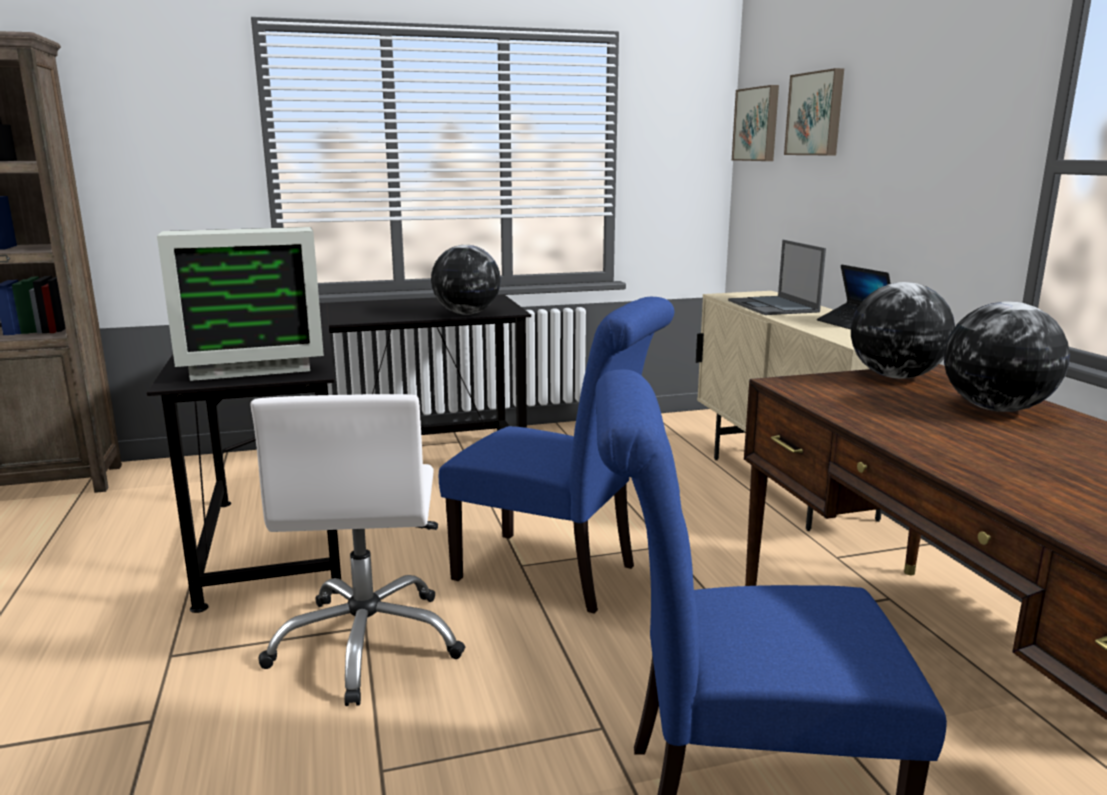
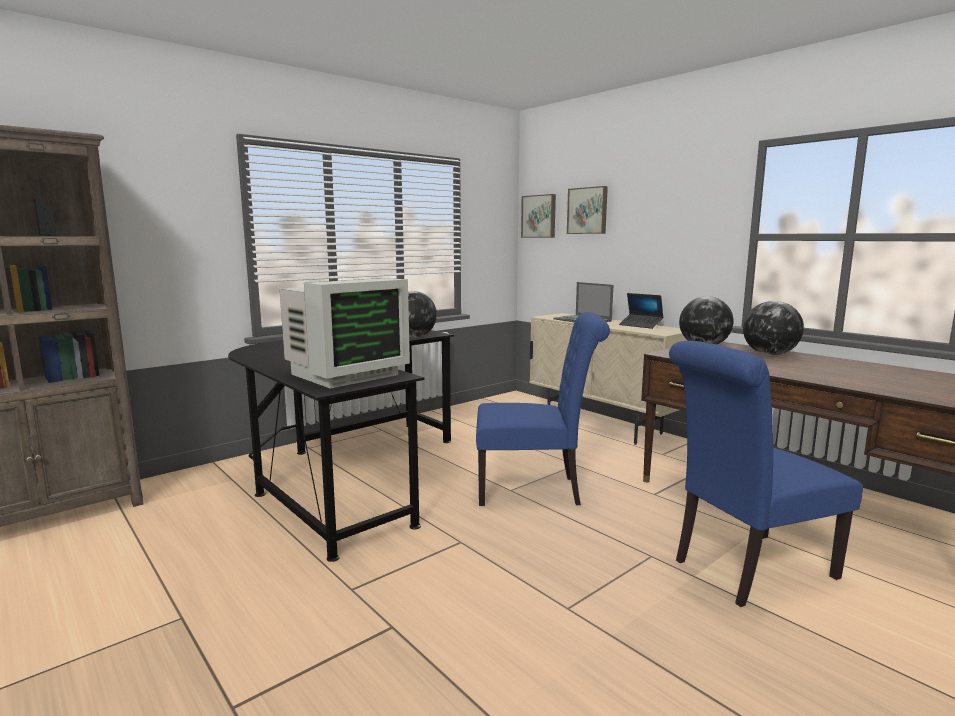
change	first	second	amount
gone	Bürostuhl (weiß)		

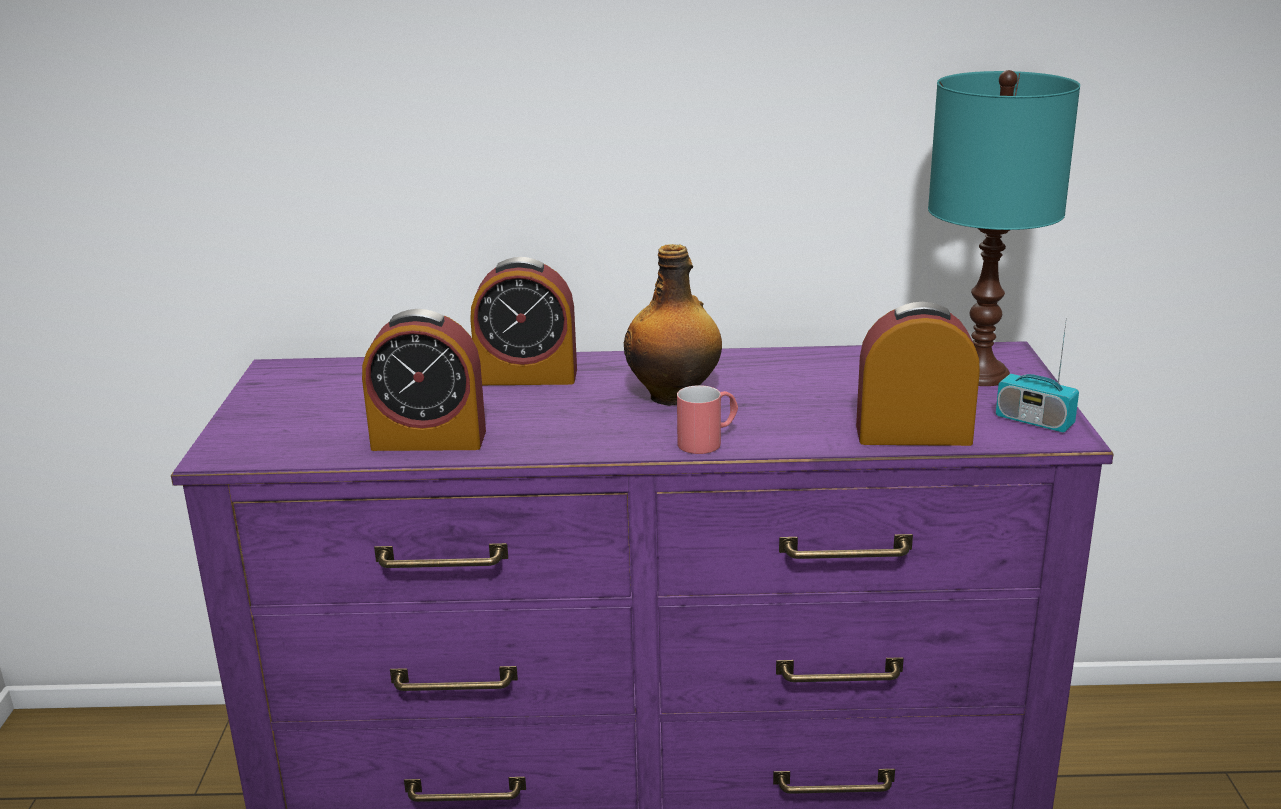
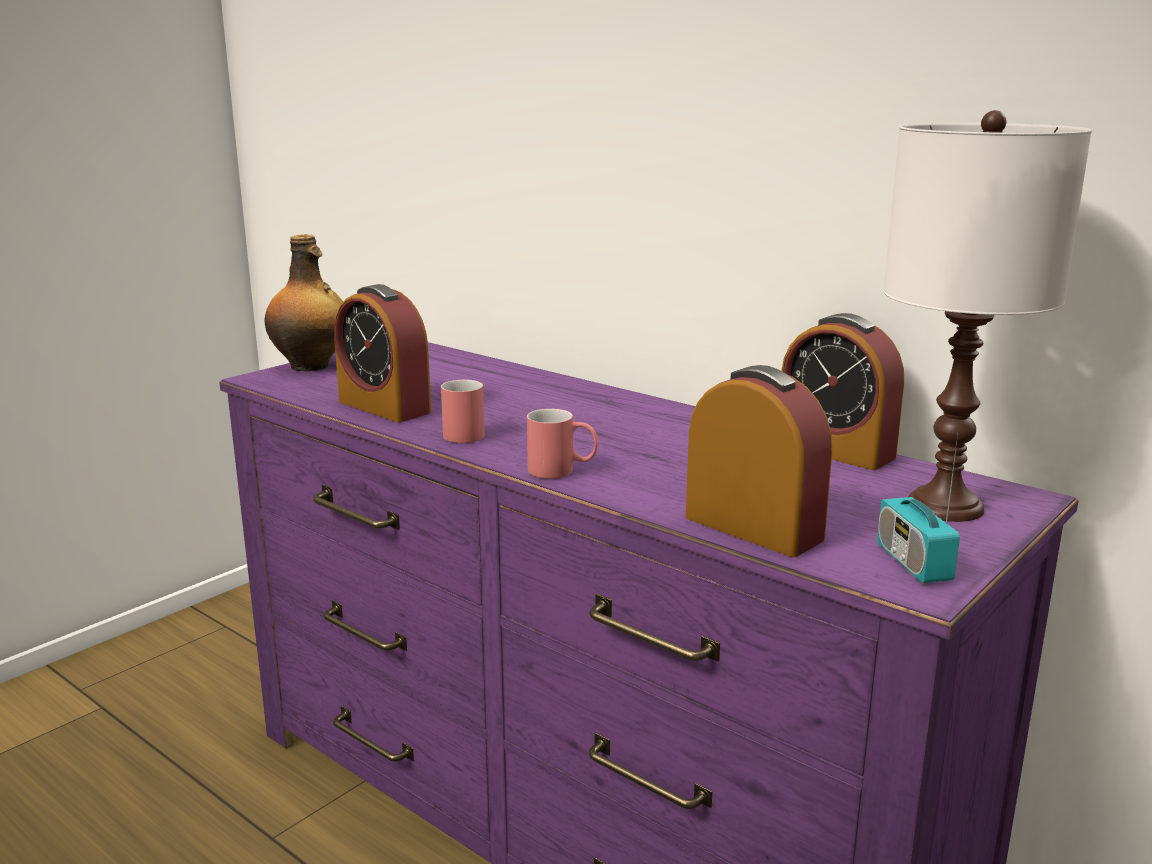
change	first	second	amount
shifted	Wecker (no. 2 from left in the first image)	Wecker (no. 3 from left)	
shifted	Flasche		
repainted	Tischlampe (türkis)	Tischlampe (weiß)	
new		Henkelbecher (rot) (no. 1 from left)	

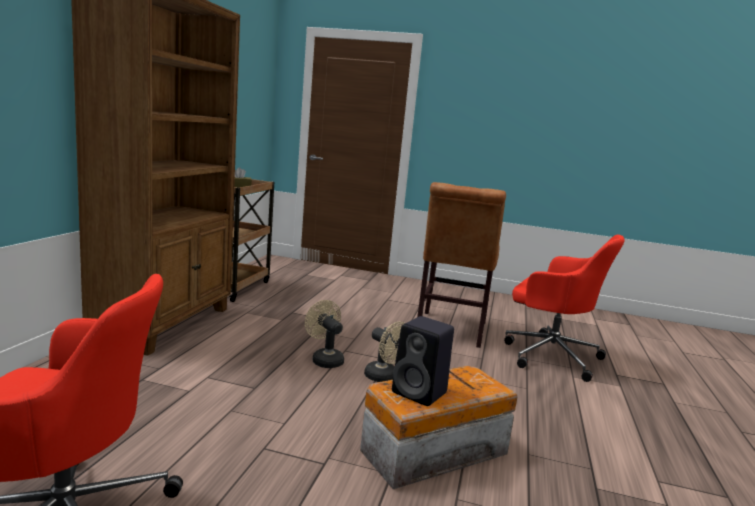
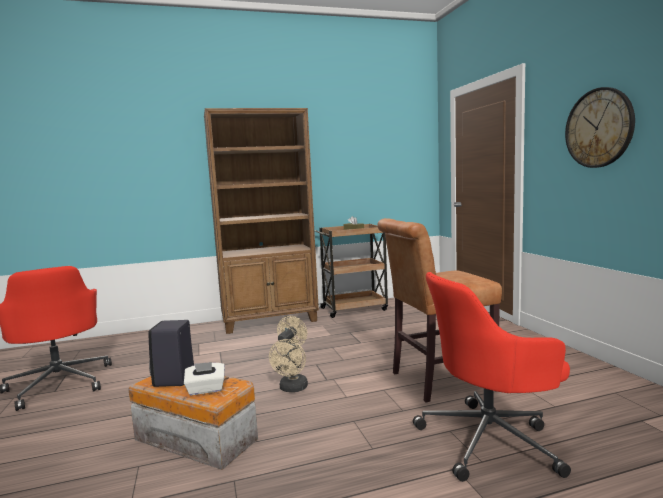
change	first	second	amount
rotated	Bürostuhl (rot) (no. 2 from left)		75 degrees clockwise
new		Taschentuchbox (weiß)	
new		Wanduhr	

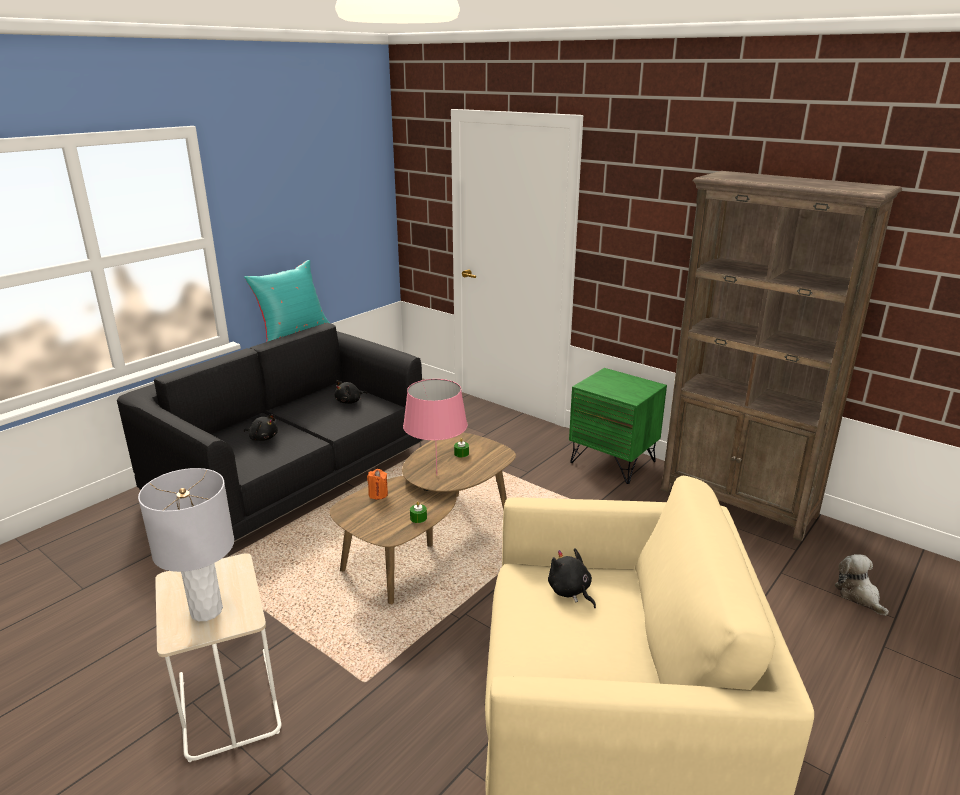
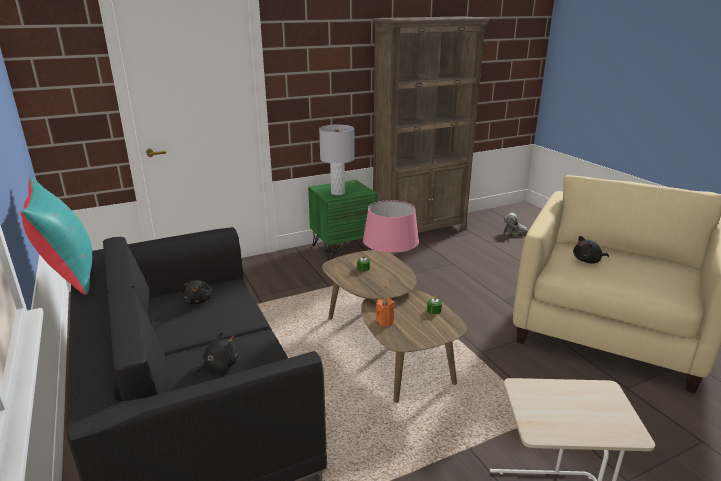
change	first	second	amount
shifted	Tischlampe (grau)		

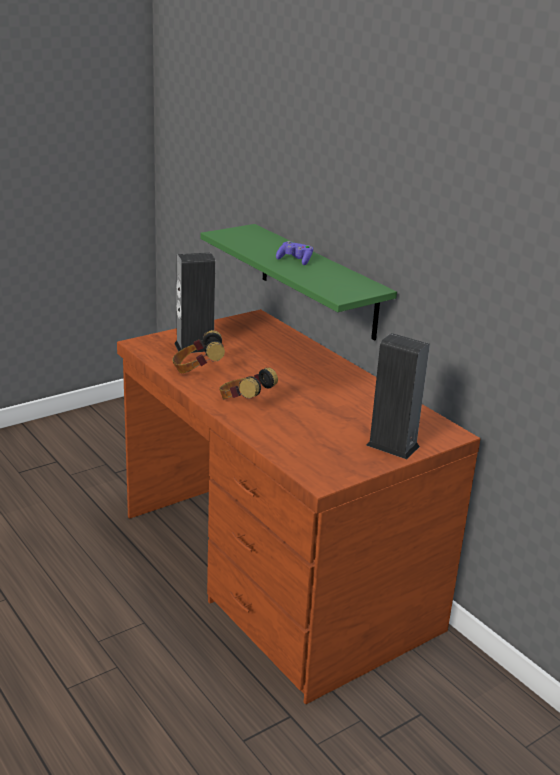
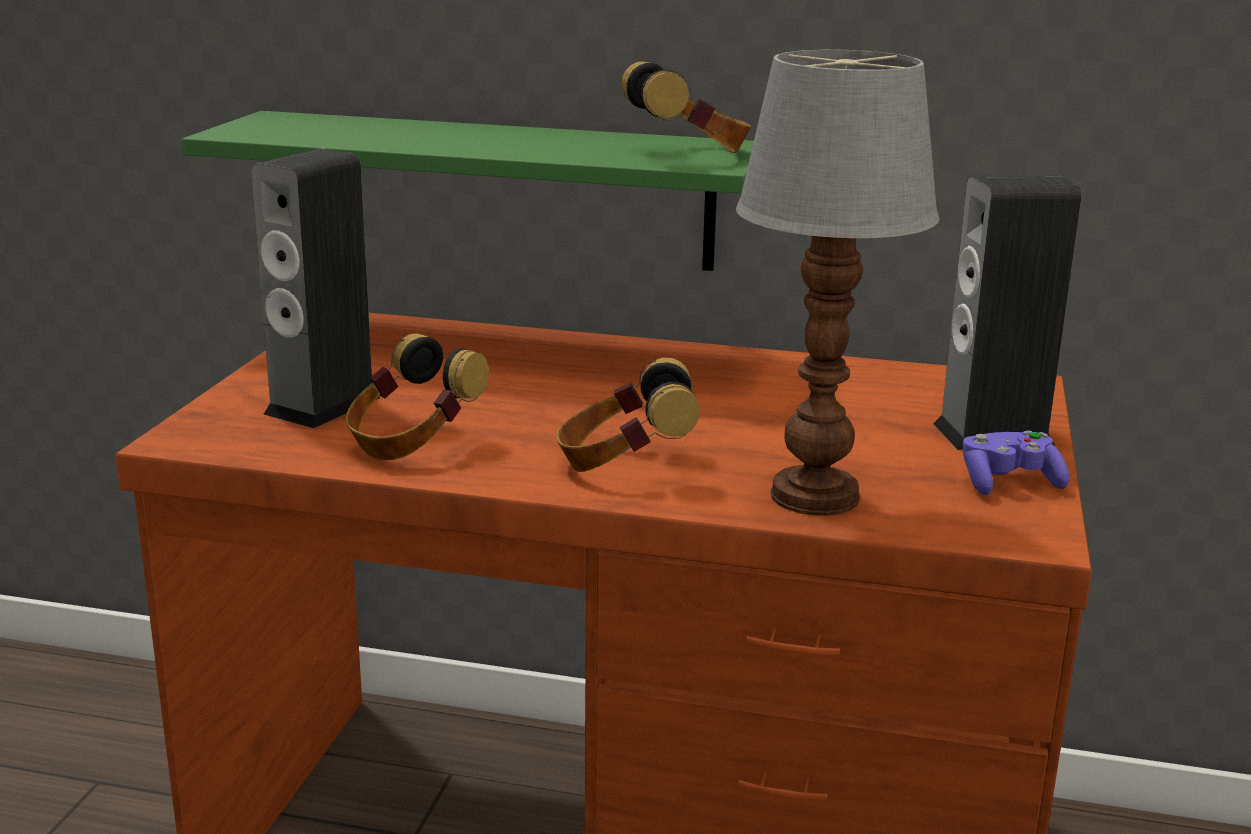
change	first	second	amount
shifted	Gamepad (lila)		
new		Kopfhörer (no. 3 from left)	
new		Tischlampe	

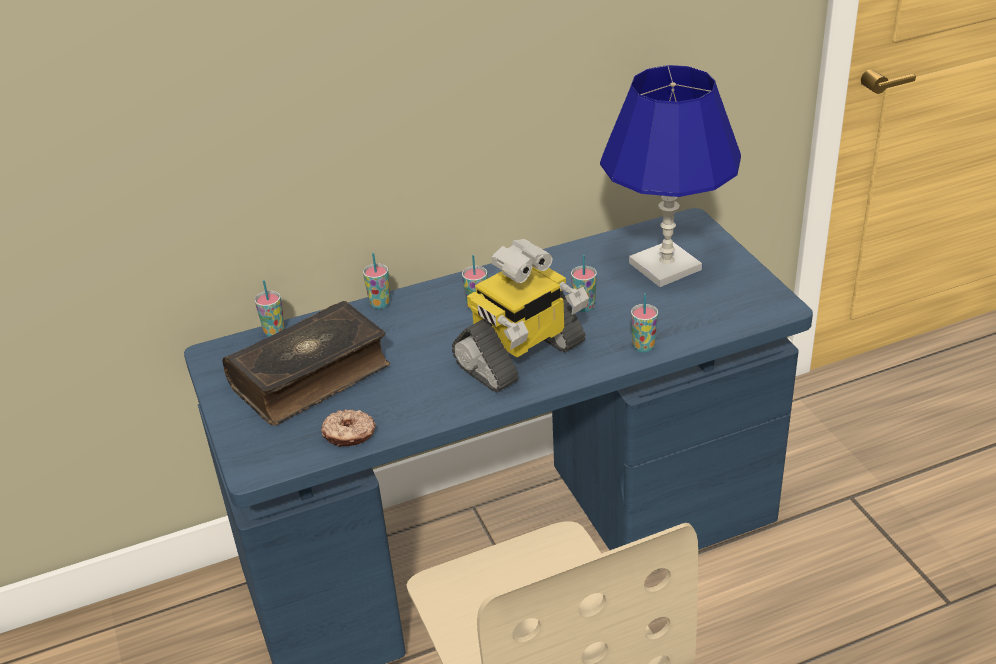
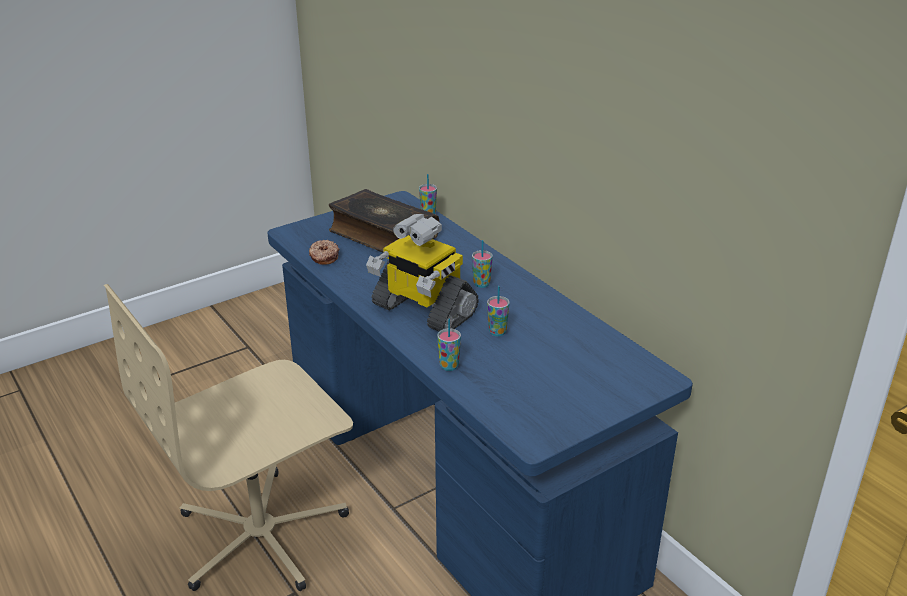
change	first	second	amount
gone	Tasse (no. 2 from left)		
gone	Tischlampe (blau)		

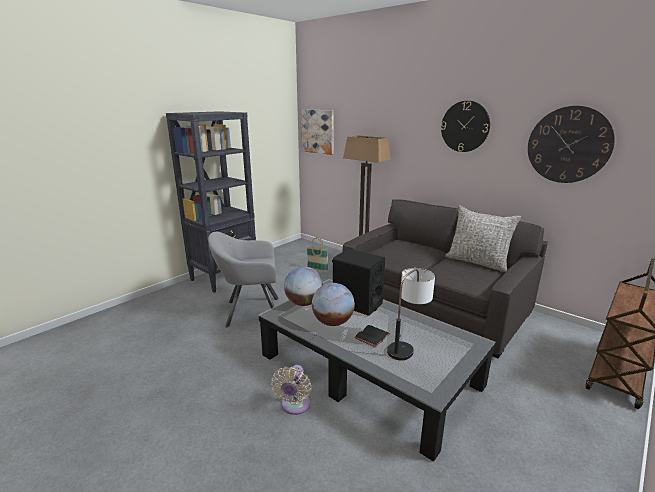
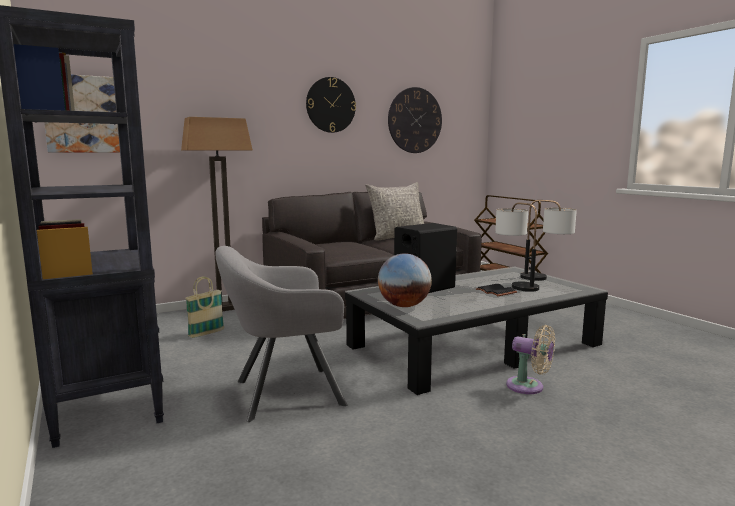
change	first	second	amount
rotated	Sessel (grau)		60 degrees clockwise
gone	Globus (no. 2 from left)		
new		Tischlampe (no. 2 from left)	

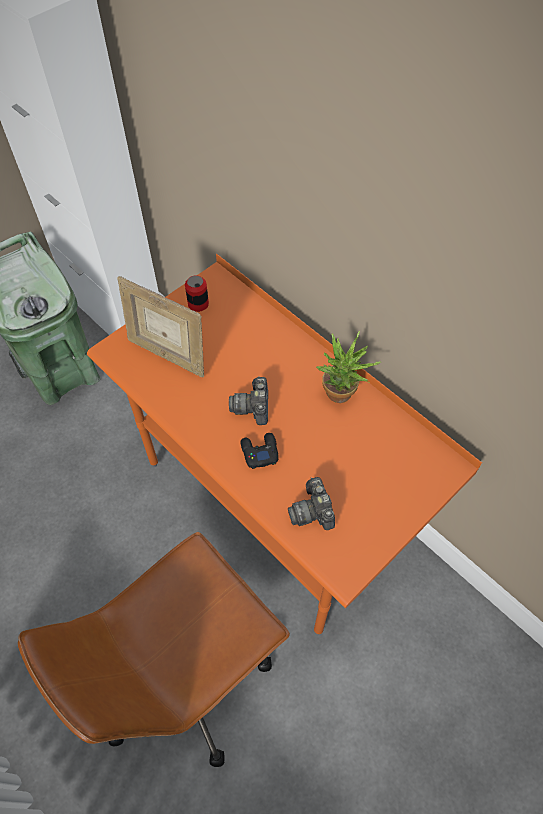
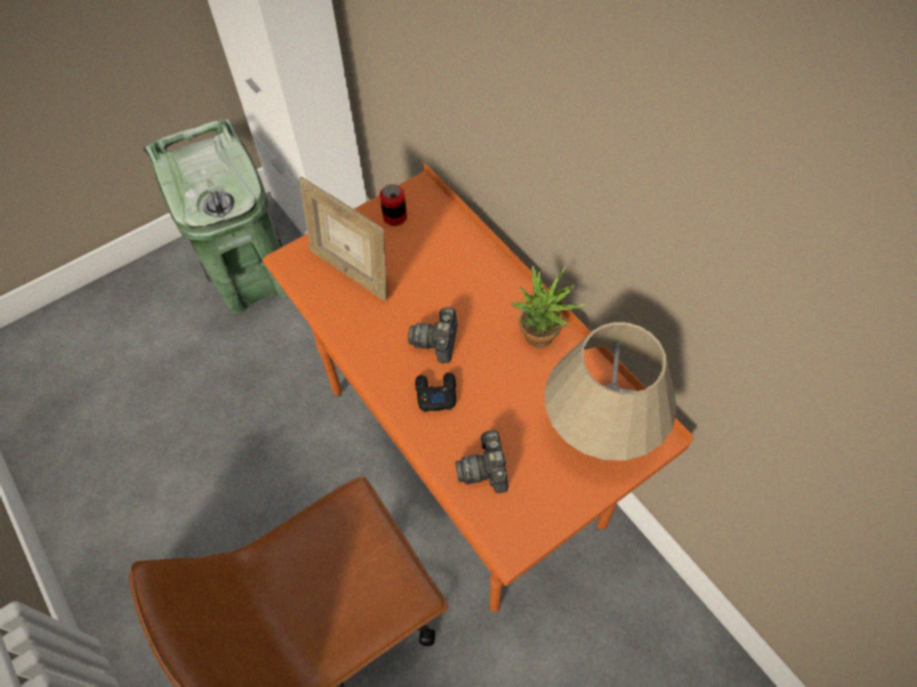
change	first	second	amount
new		Tischlampe (beige)	

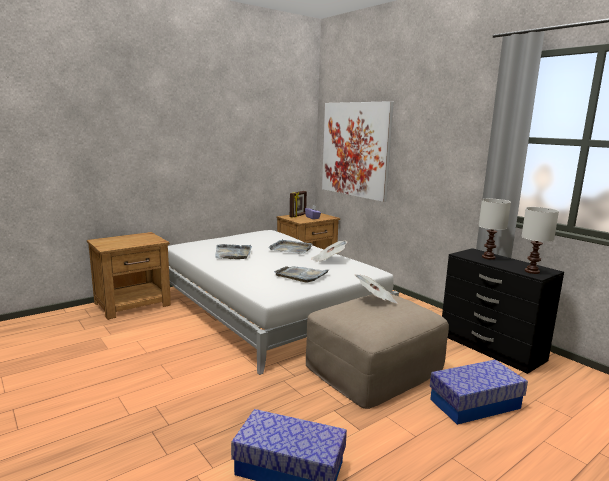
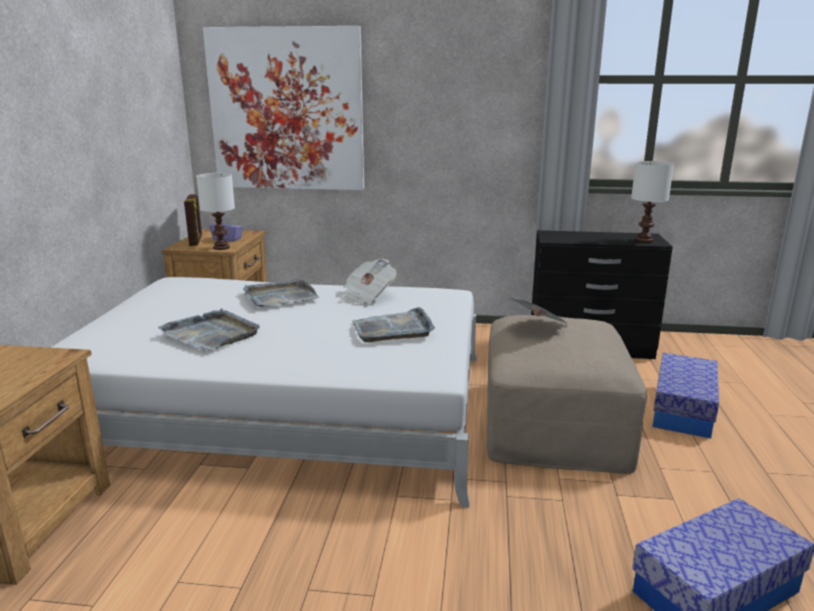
change	first	second	amount
shifted	Tischlampe (weiß) (no. 1 from left)		

